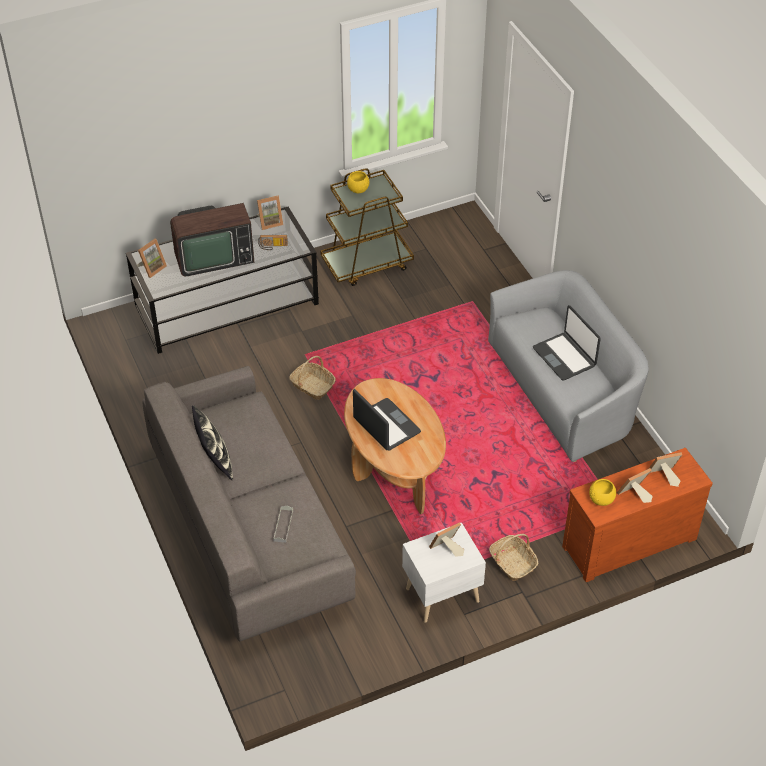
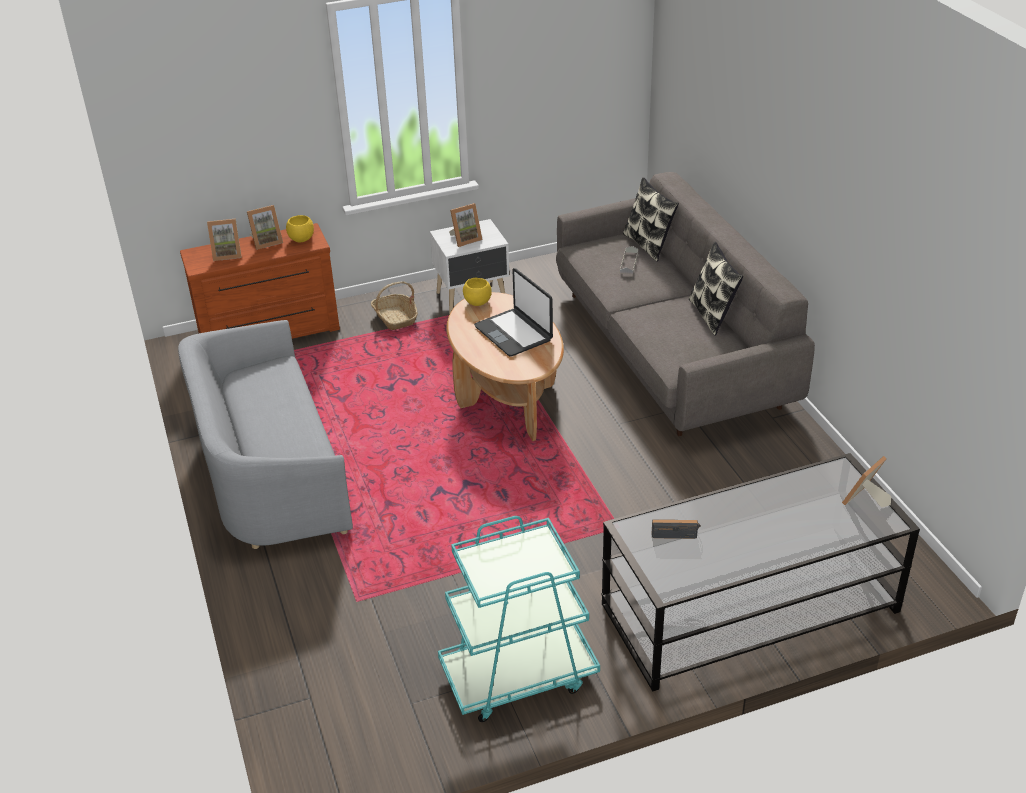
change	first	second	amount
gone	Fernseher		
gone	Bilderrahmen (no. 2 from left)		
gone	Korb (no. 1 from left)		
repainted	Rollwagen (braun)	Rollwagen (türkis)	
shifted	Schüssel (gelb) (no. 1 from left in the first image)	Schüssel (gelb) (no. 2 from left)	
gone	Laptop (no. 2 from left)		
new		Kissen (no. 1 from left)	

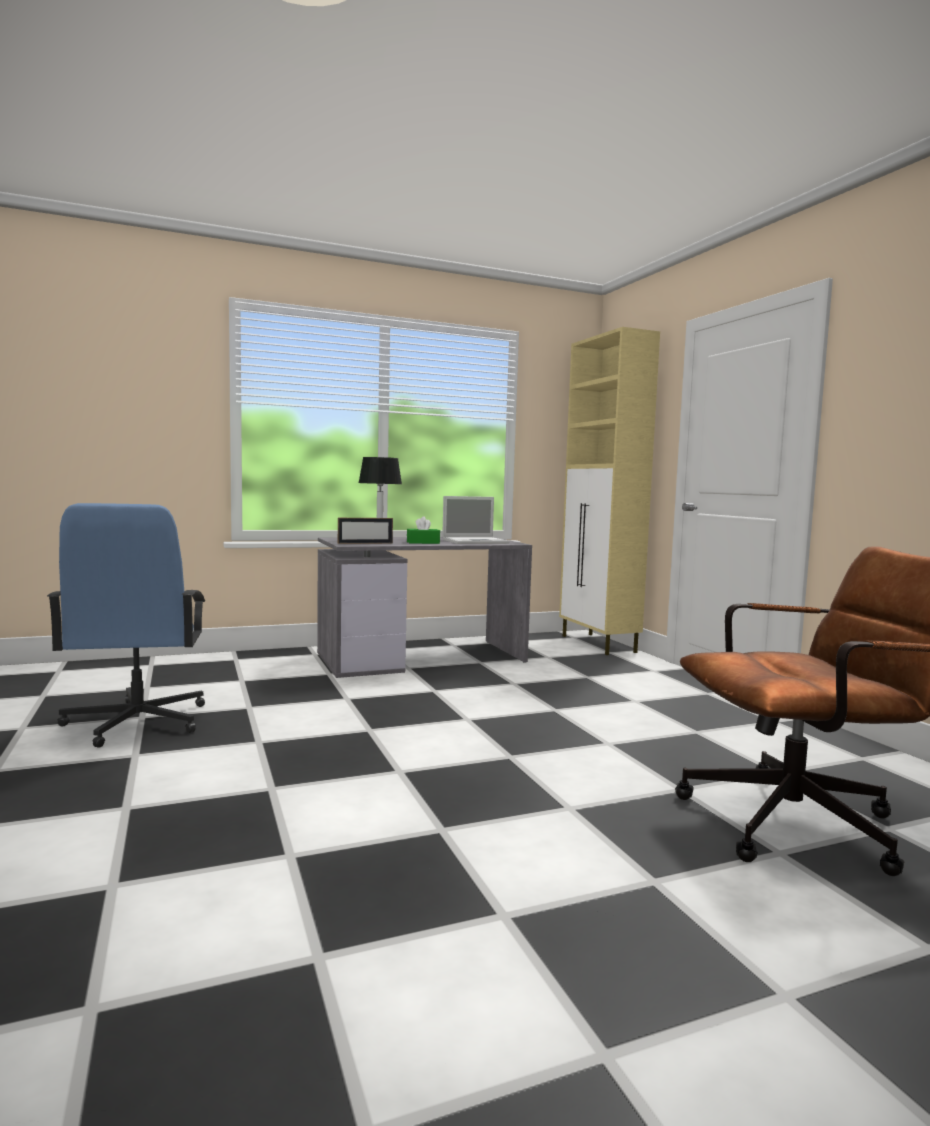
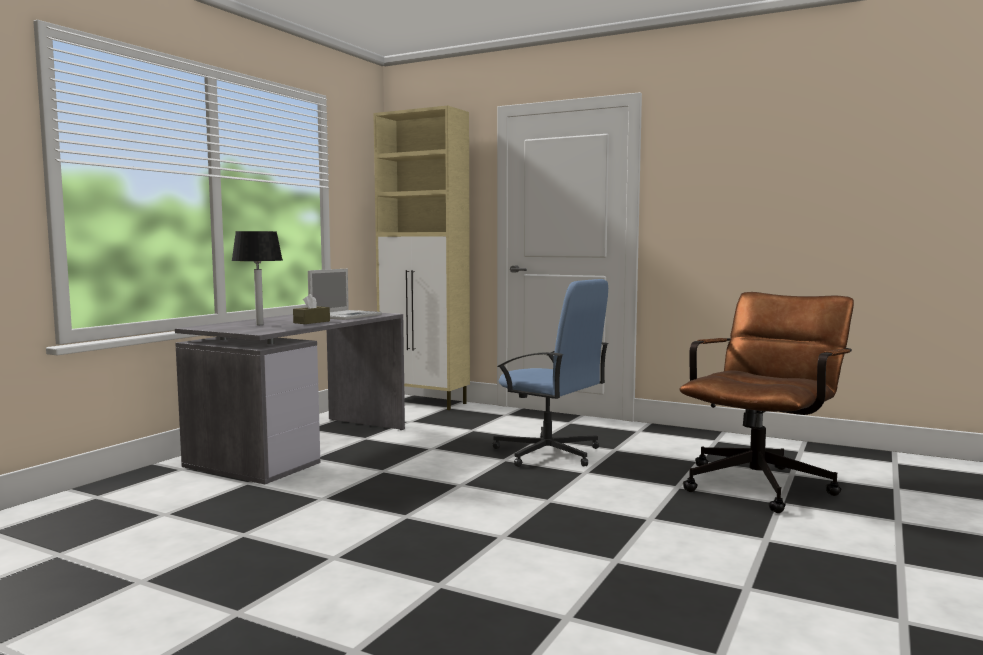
change	first	second	amount
shifted	Bürostuhl (blau)		
gone	Bilderrahmen		
repainted	Taschentuchbox (grün)	Taschentuchbox (braun)	

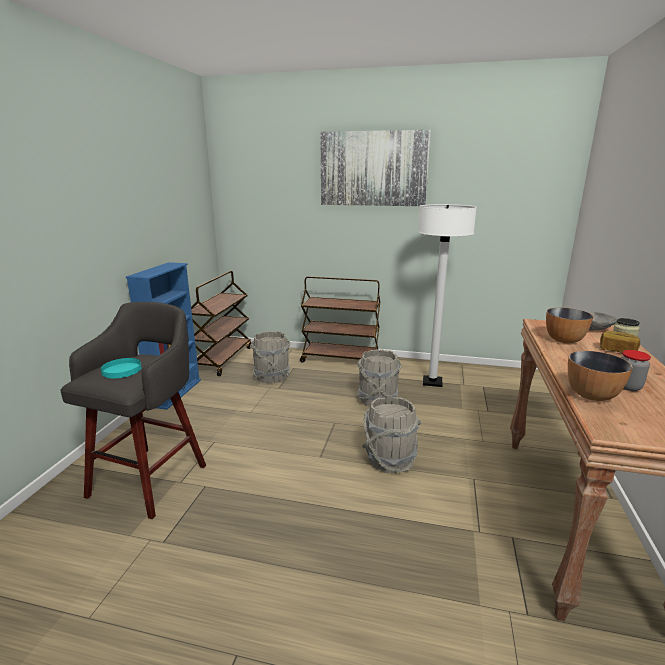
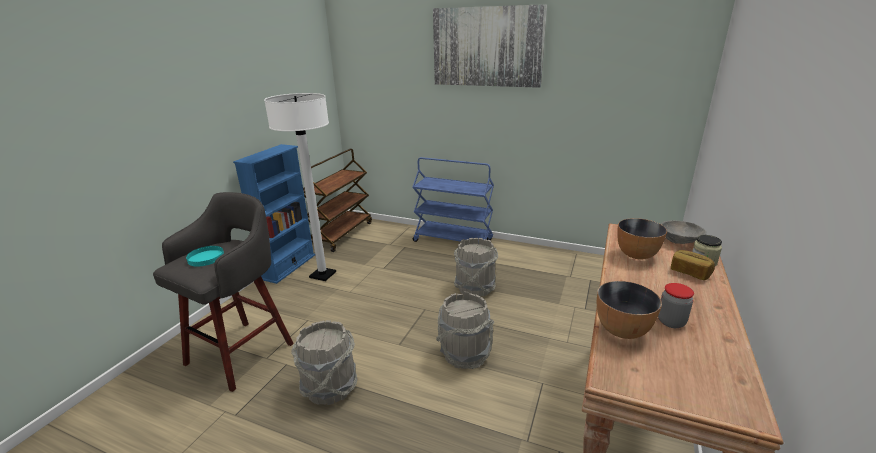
change	first	second	amount
shifted	Eimer (grau) (no. 1 from left)		
repainted	Rollwagen (braun) (no. 2 from left)	Rollwagen (blau)	
shifted	Stehlampe (weiß)		

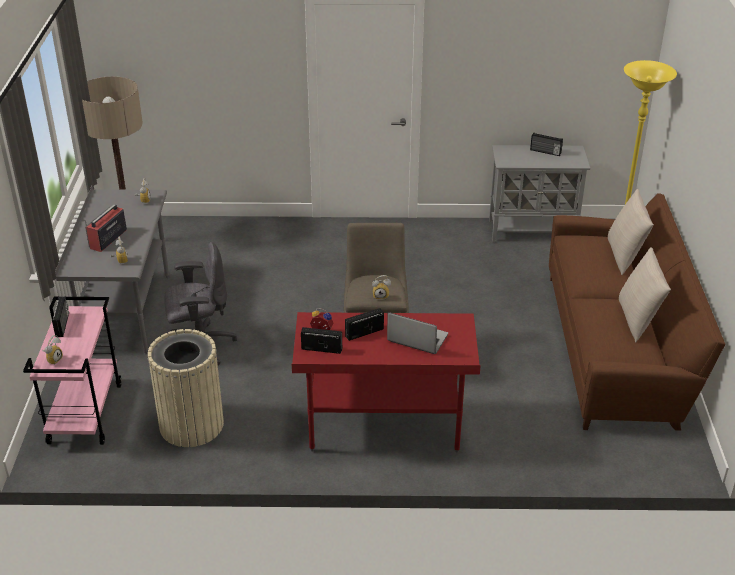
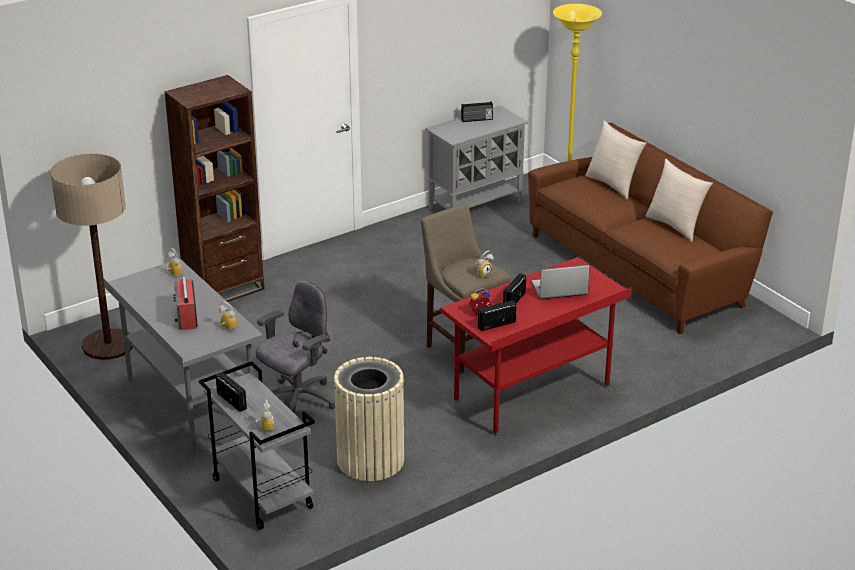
change	first	second	amount
repainted	Rollwagen (rosa)	Rollwagen (grau)	
new		Bücherregal (braun)	

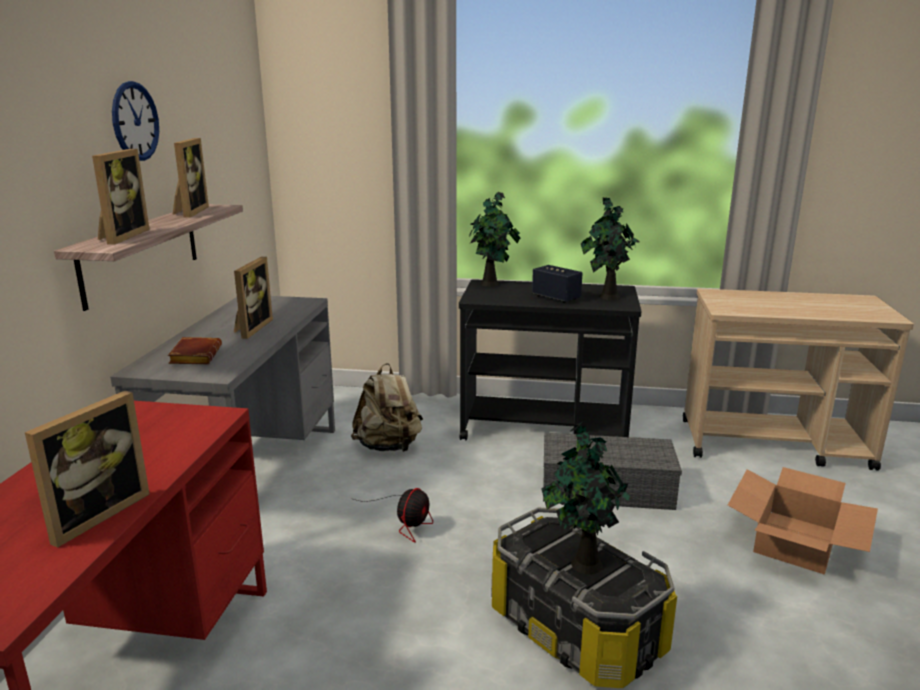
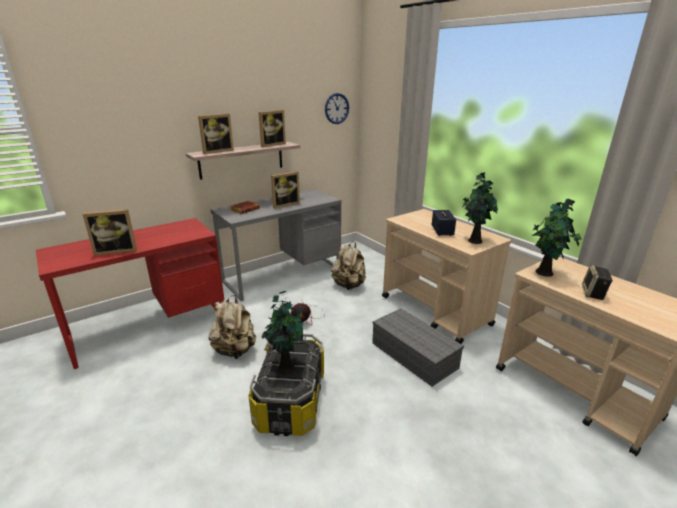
change	first	second	amount
shifted	Wanduhr		
repainted	Rollwagen (schwarz)	Rollwagen (beige) (no. 1 from left)	
shifted	Topfpflanze (no. 1 from left in the first image)	Topfpflanze (no. 3 from left)	
gone	Karton		
new		Rucksack (beige) (no. 1 from left)	
new		Lautsprecher (no. 2 from left)	

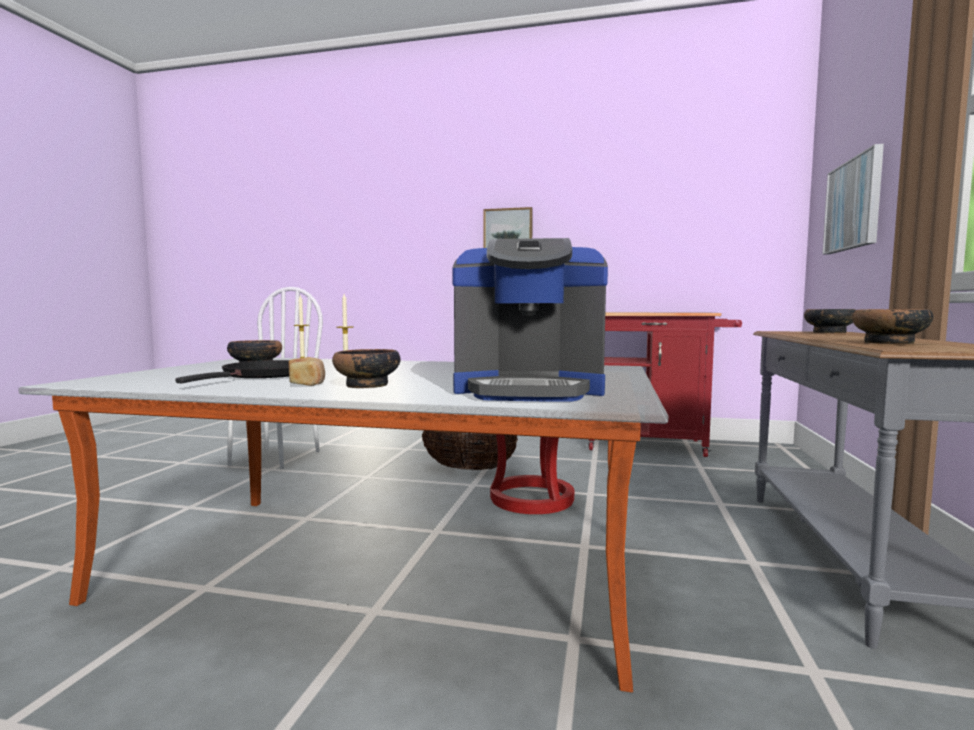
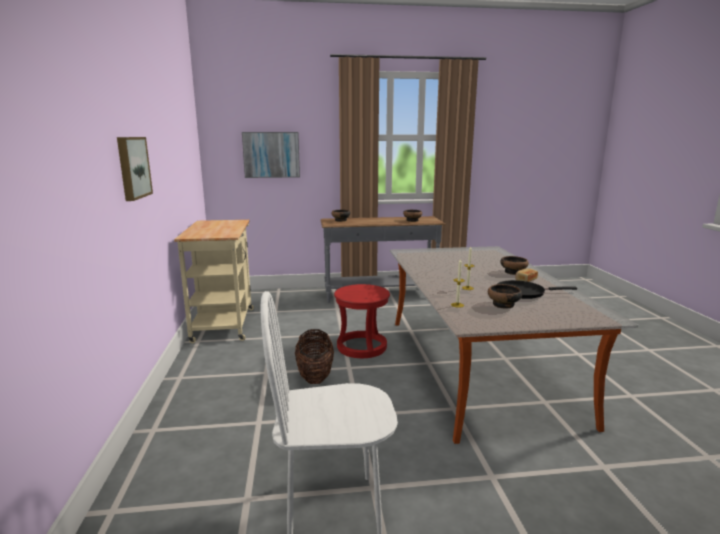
change	first	second	amount
gone	Kaffeemaschine		
repainted	Rollwagen (rot)	Rollwagen (beige)	

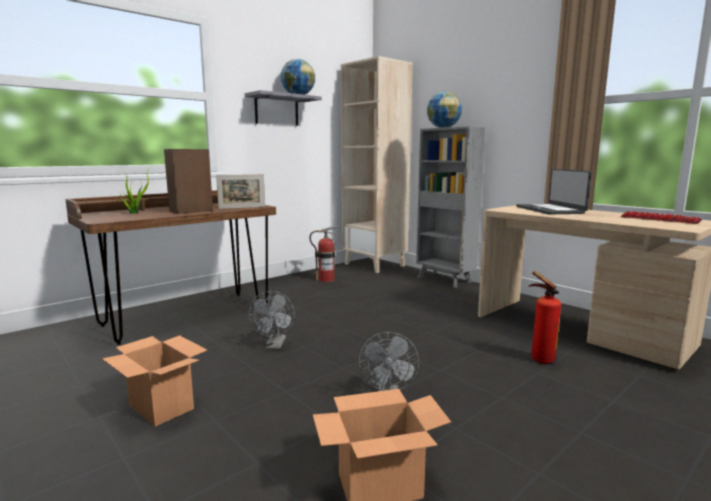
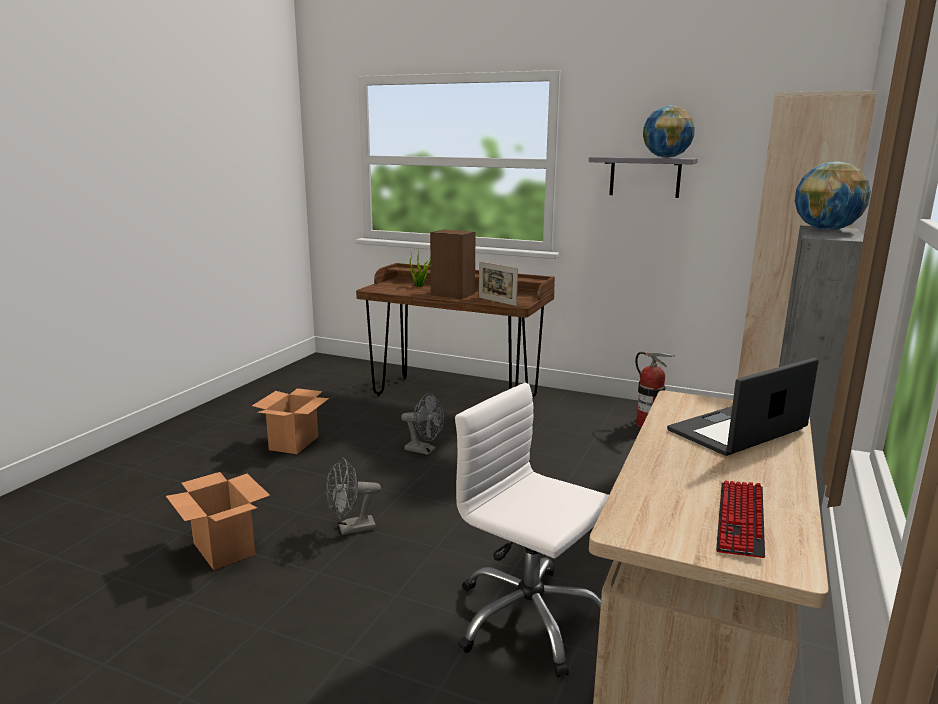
change	first	second	amount
rotated	Ventilator (grau) (no. 1 from left in the first image)	Ventilator (grau) (no. 2 from left)	135 degrees counterclockwise
swapped	Feuerlöscher (no. 2 from left)	Bürostuhl (weiß)	

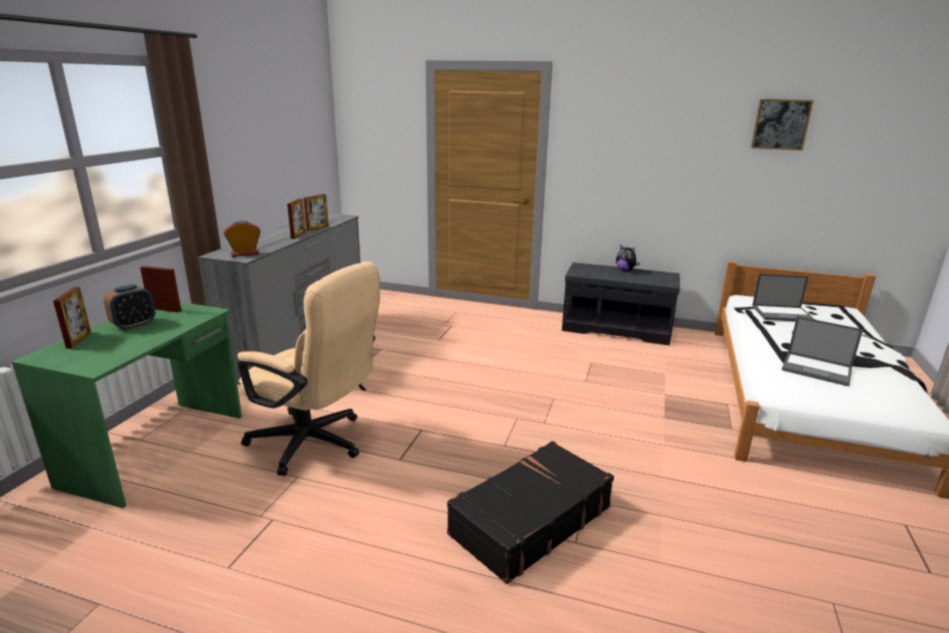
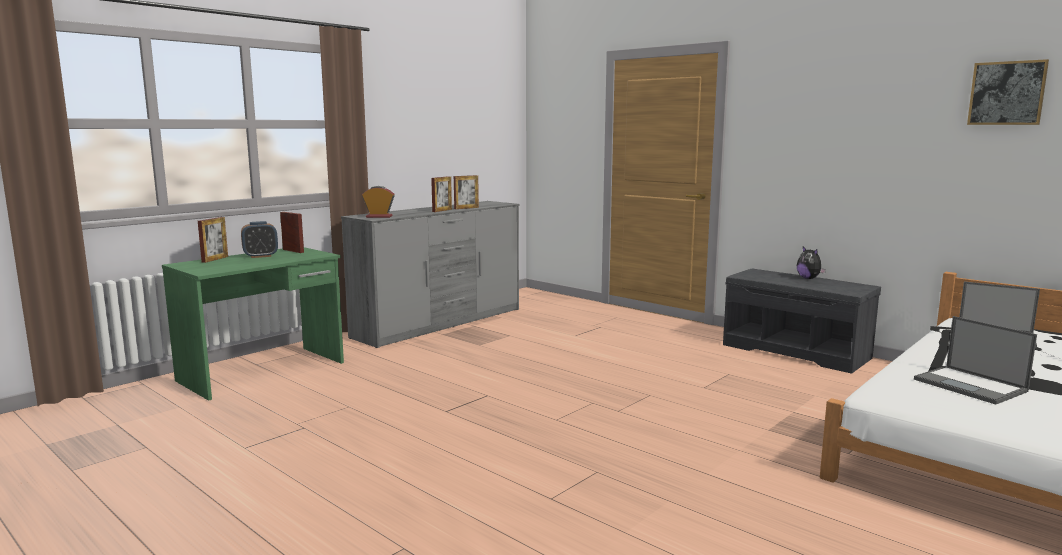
change	first	second	amount
gone	Bürostuhl (beige)		
gone	Koffer (schwarz)		

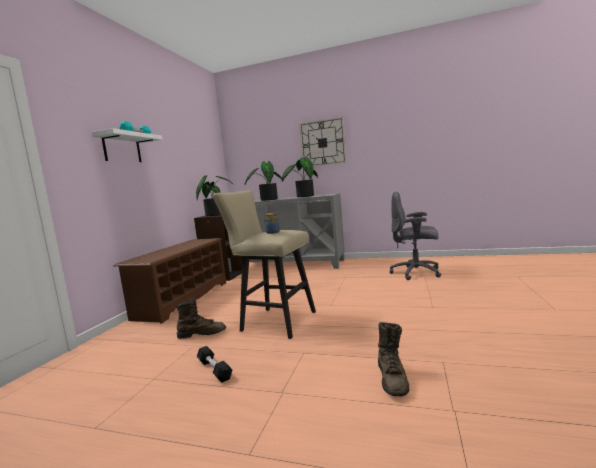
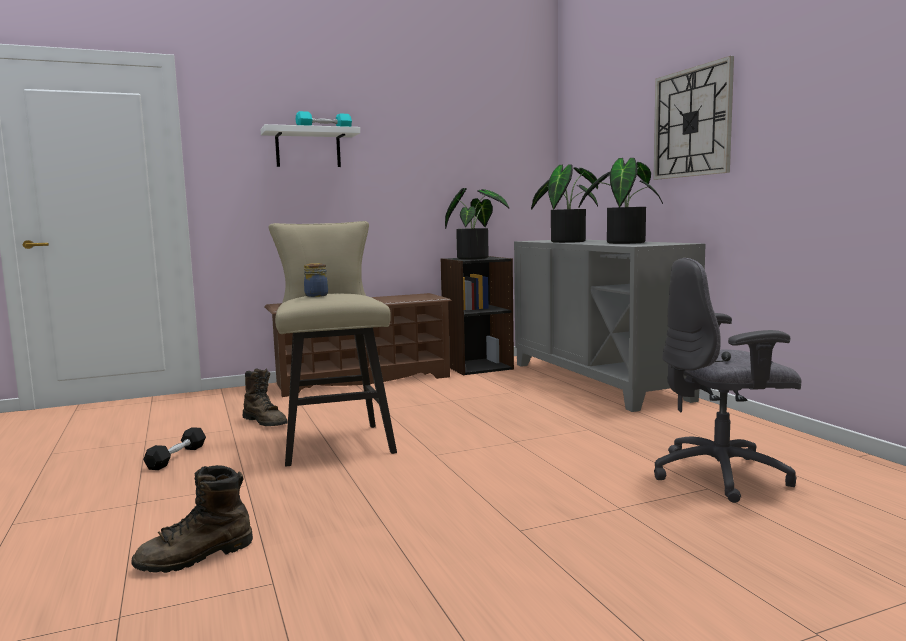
change	first	second	amount
rotated	Bürostuhl (grau)		75 degrees counterclockwise

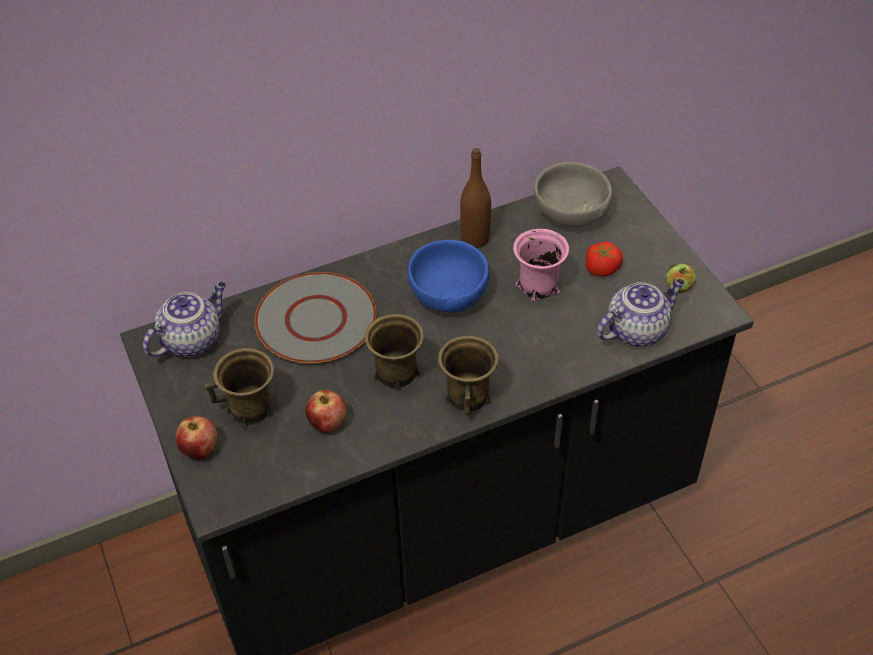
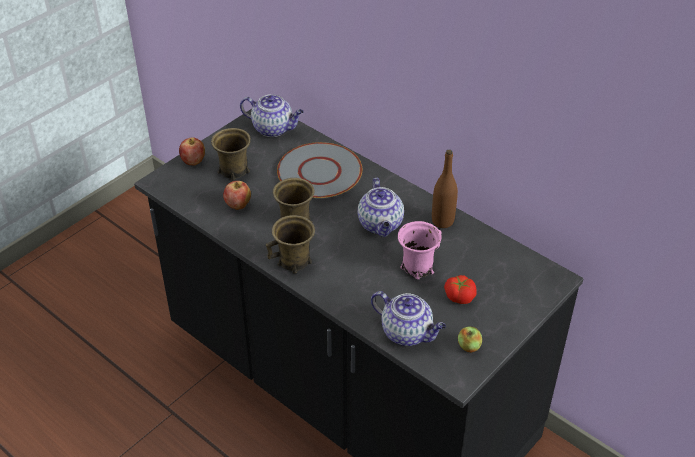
change	first	second	amount
swapped	Schüssel (blau)	Teekanne (no. 2 from left)	
gone	Schüssel (grau)		

